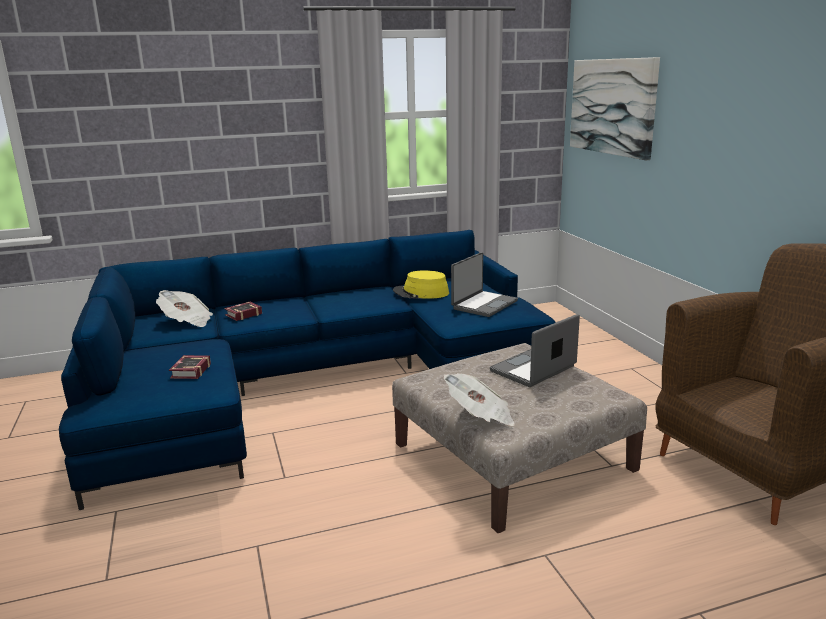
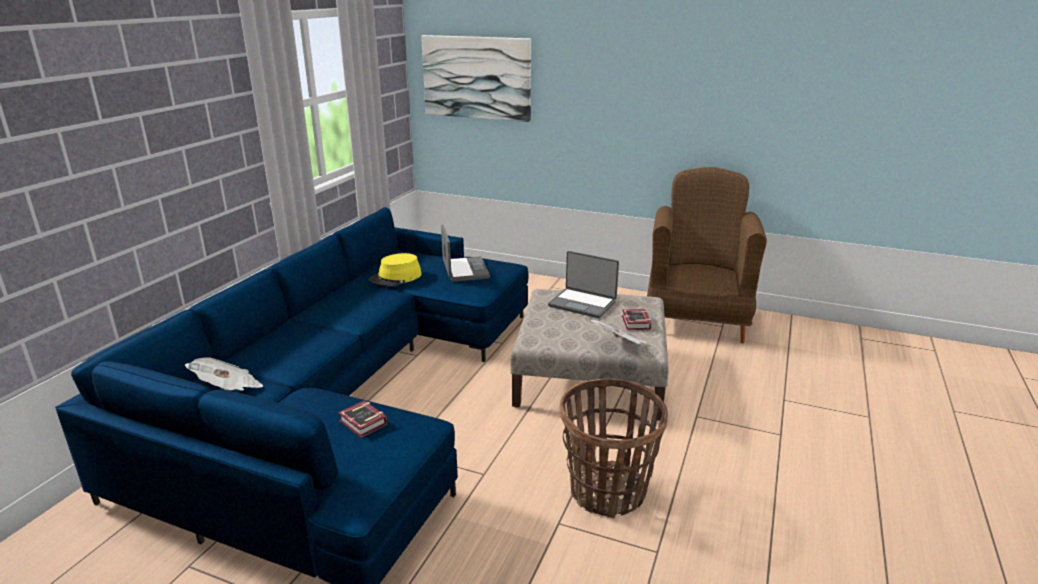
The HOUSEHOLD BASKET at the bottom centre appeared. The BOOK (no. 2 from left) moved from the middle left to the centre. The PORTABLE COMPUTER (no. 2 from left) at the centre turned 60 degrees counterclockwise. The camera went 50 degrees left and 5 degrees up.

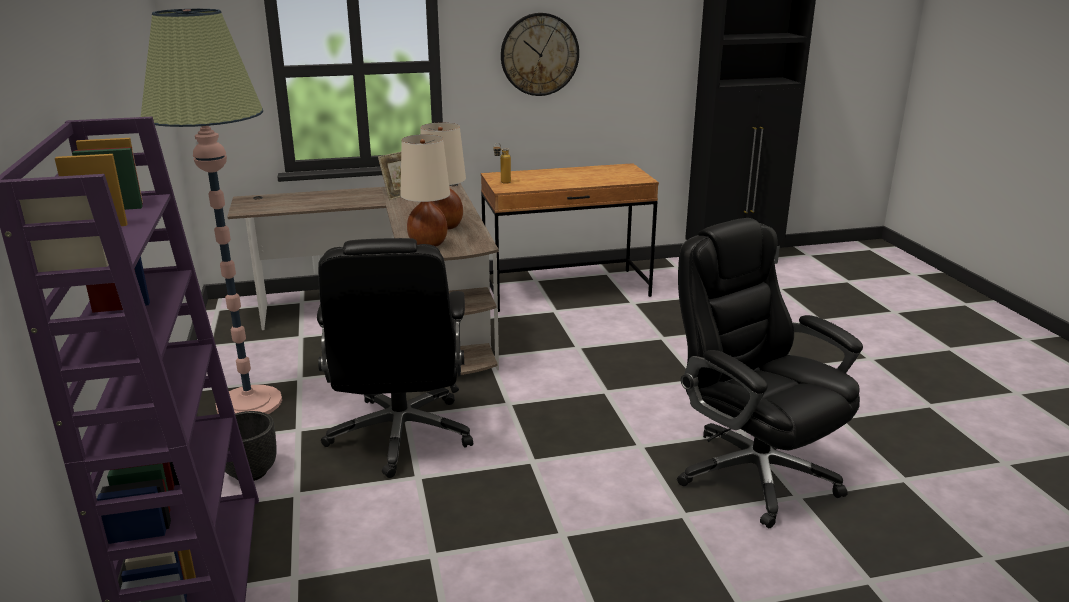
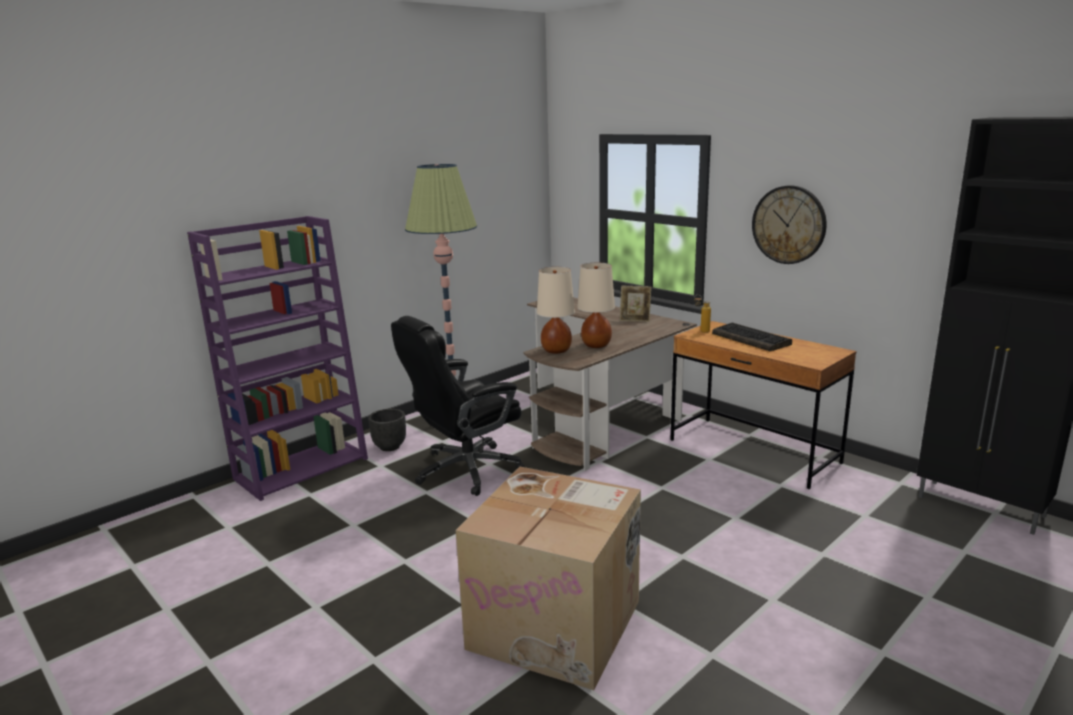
The KEYBOARD at the middle right appeared. The BLACK DESK CHAIR (no. 2 from left) at the middle right was replaced by the PACKING BOX at the bottom centre. The camera went 60 degrees right and 5 degrees down.

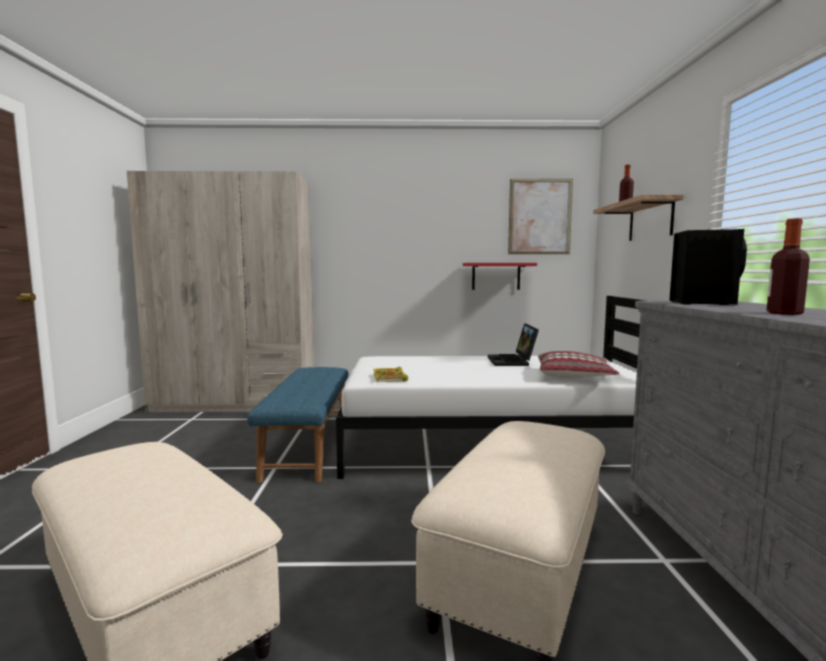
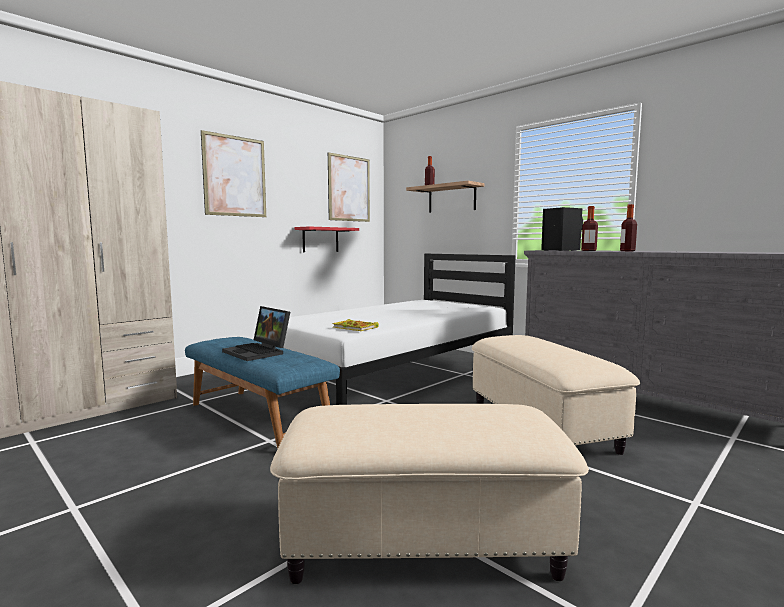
The THROW PILLOW at the middle right disappeared. The PICTURE (no. 1 from left) at the top left appeared. The BOTTLE (no. 2 from left) at the middle right appeared. The PORTABLE COMPUTER moved from the centre to the middle left. The camera went 45 degrees left and 0 degrees up.

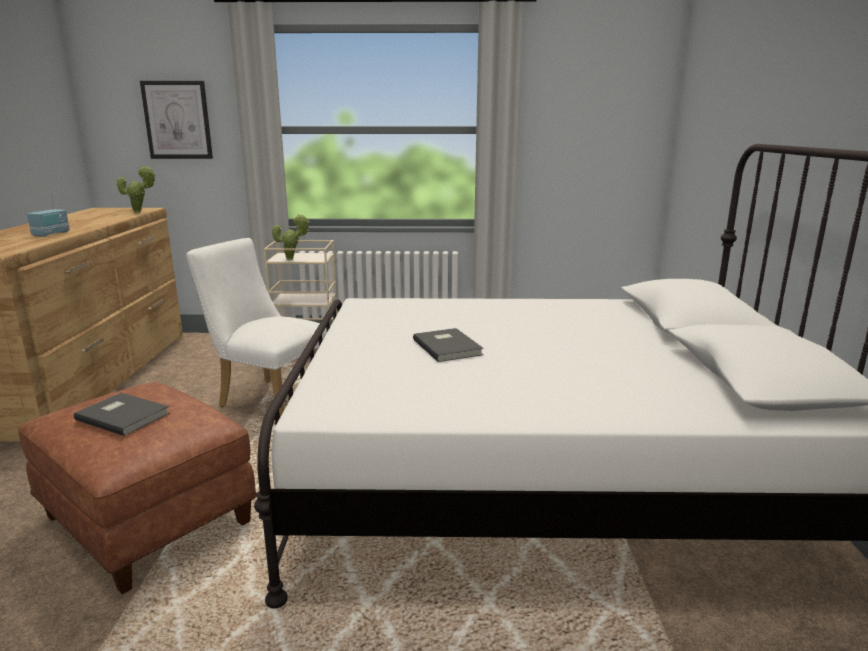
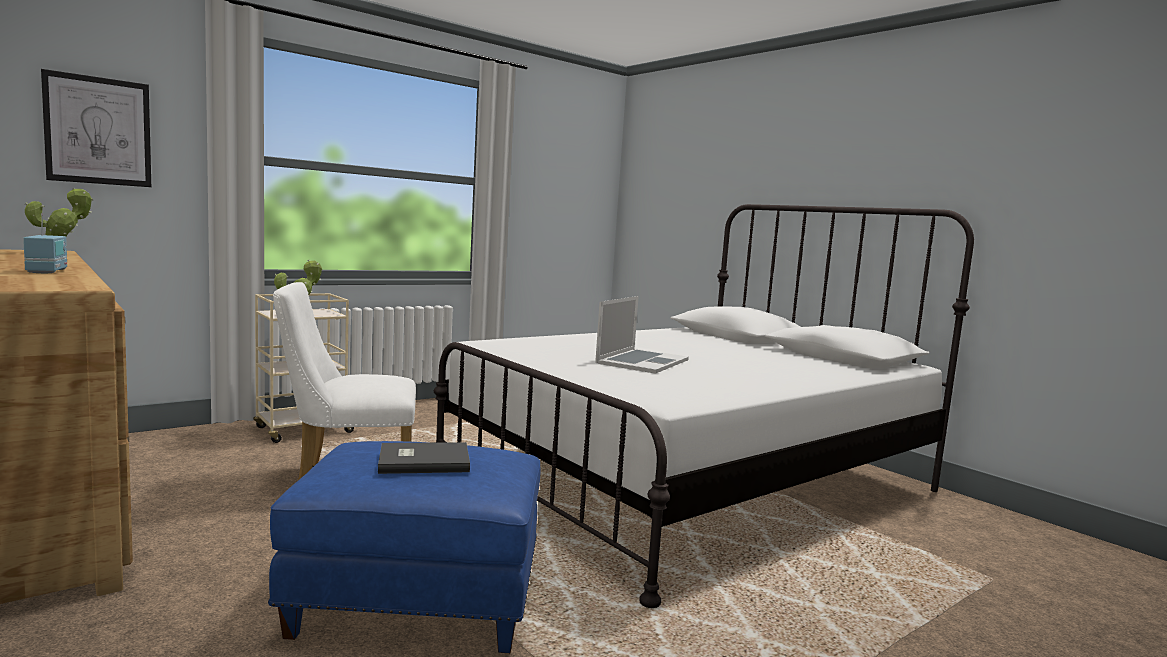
The GREY BOOK (no. 2 from left) at the centre was replaced by the PORTABLE COMPUTER at the centre. The BROWNISH POUFFE at the bottom left became the BLUE POUFFE at the bottom centre. The camera went 40 degrees left and 10 degrees down.

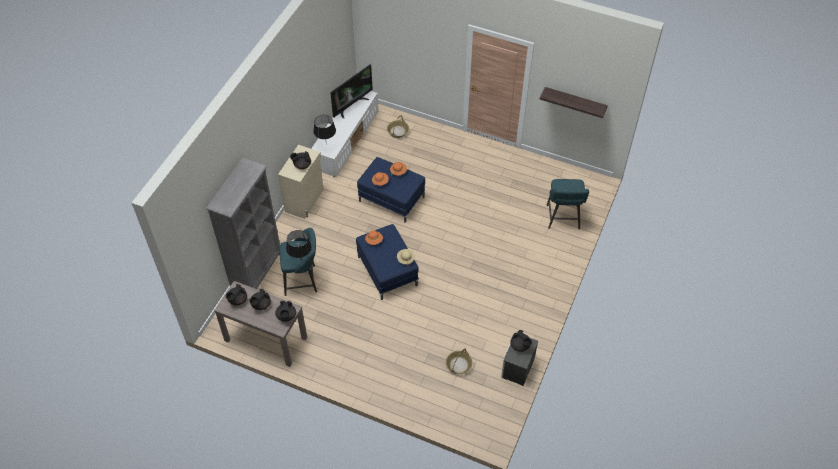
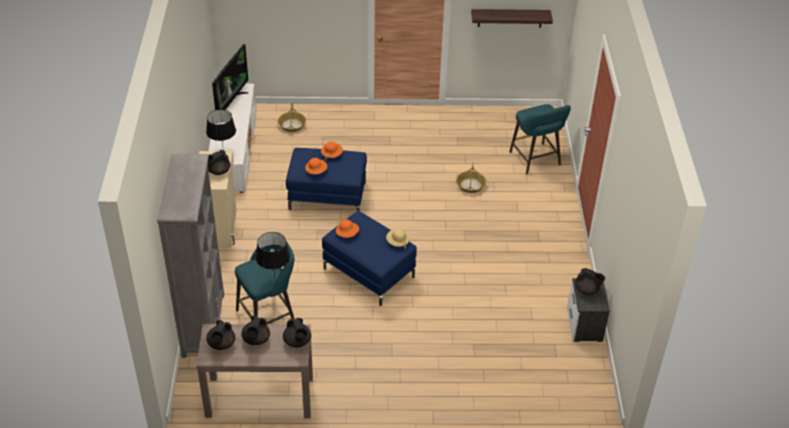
The HOUSEHOLD BASKET (no. 2 from left) moved from the bottom centre to the centre. The camera went 25 degrees left and 10 degrees down.

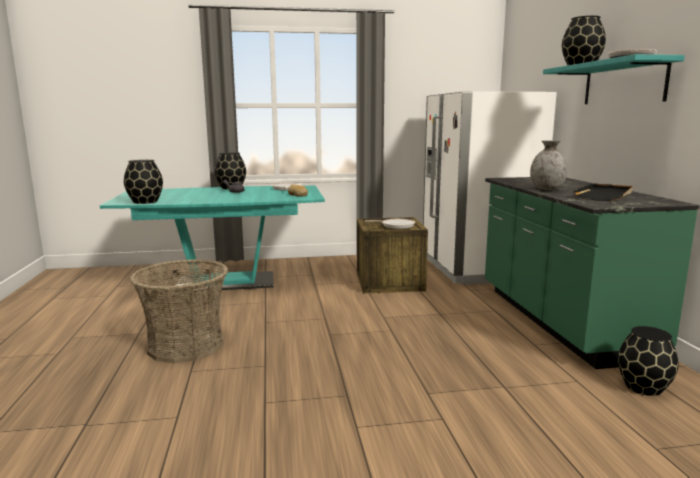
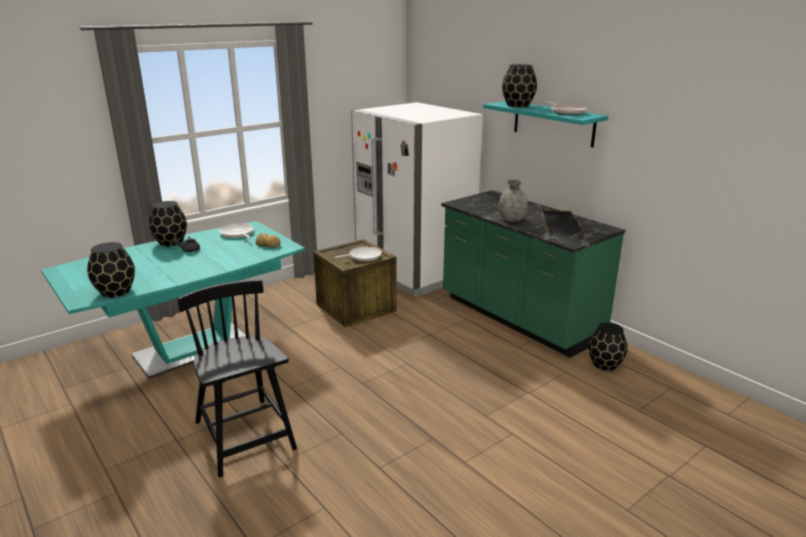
The HOUSEHOLD BASKET at the middle left was replaced by the BLACK PLAIN CHAIR at the bottom left. The camera went 30 degrees left and 10 degrees up.

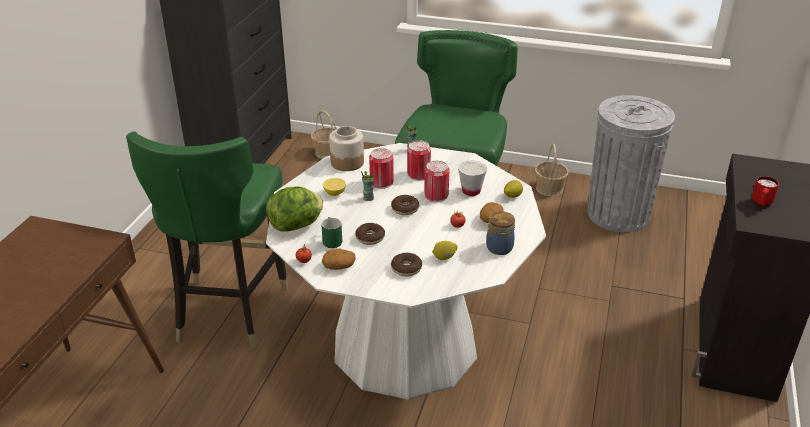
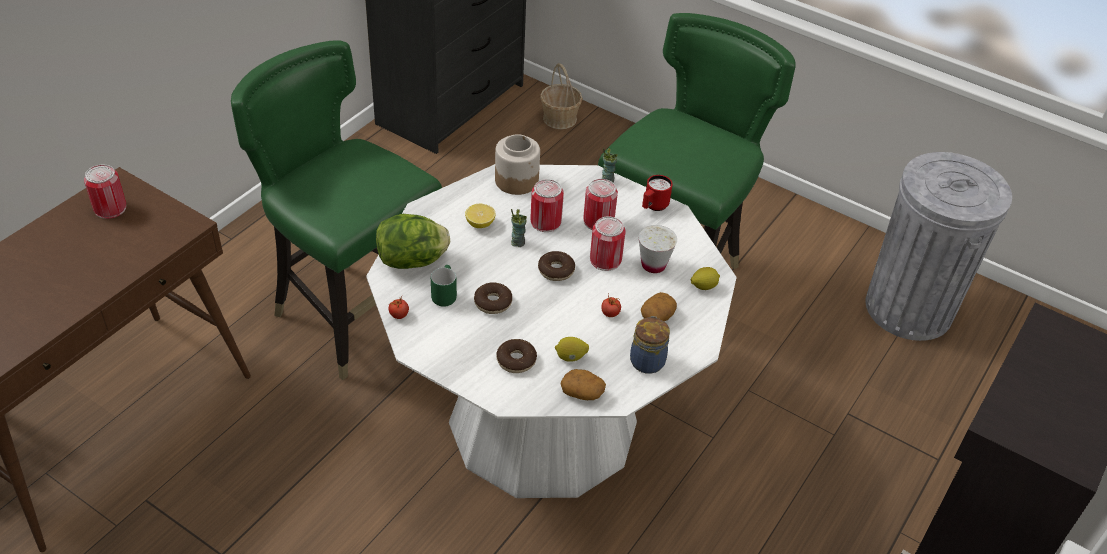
The HOUSEHOLD BASKET (no. 2 from left) at the middle right disappeared. The SEALED CAN (no. 1 from left) at the middle left appeared. The POTATO (no. 1 from left) moved from the centre to the bottom centre. The RED-COLOURED COFFEE MUG moved from the middle right to the centre. The GREEN-COLOURED PLAIN CHAIR (no. 1 from left) at the middle left turned 105 degrees clockwise. The camera went 15 degrees right and 10 degrees up.

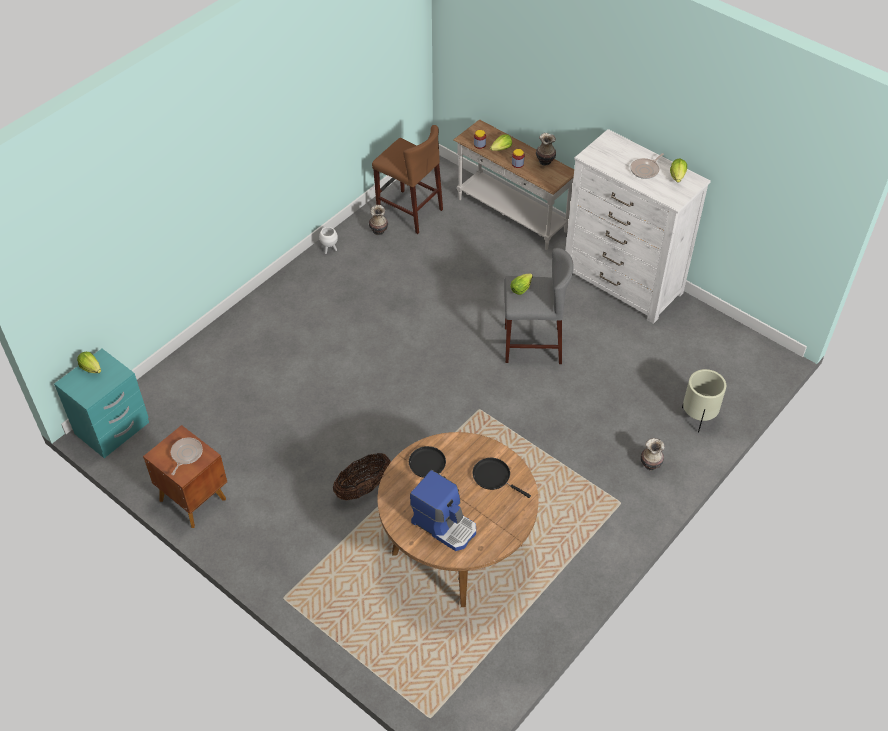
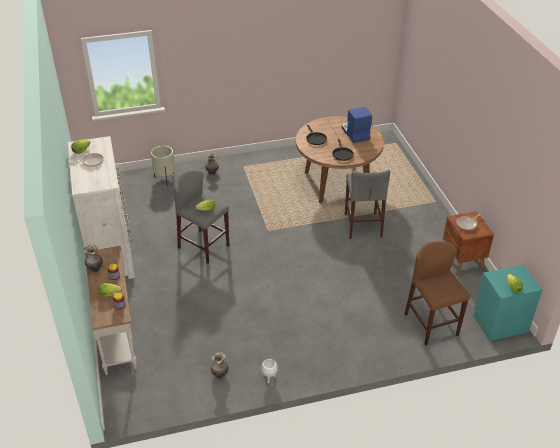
The BROWNISH STOOL moved from the top centre to the middle right. The HOUSEHOLD BASKET at the centre was replaced by the GREY STOOL (no. 2 from left) at the centre. The camera went 145 degrees left and 10 degrees down.

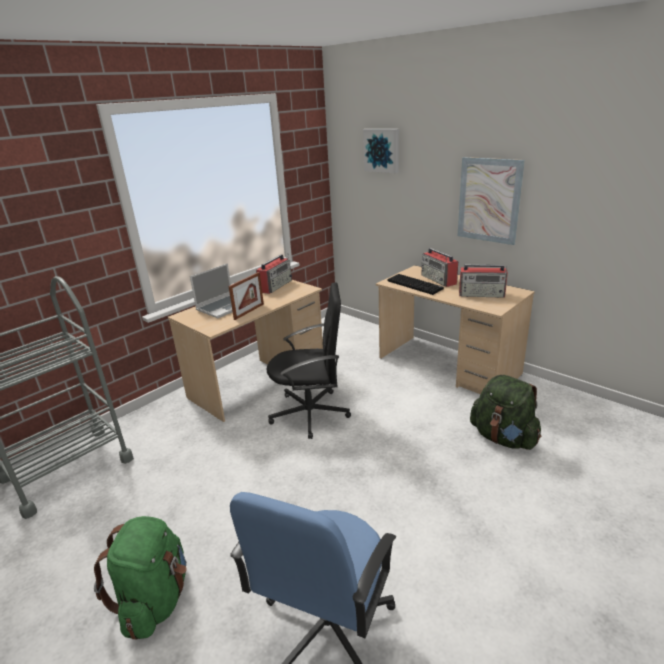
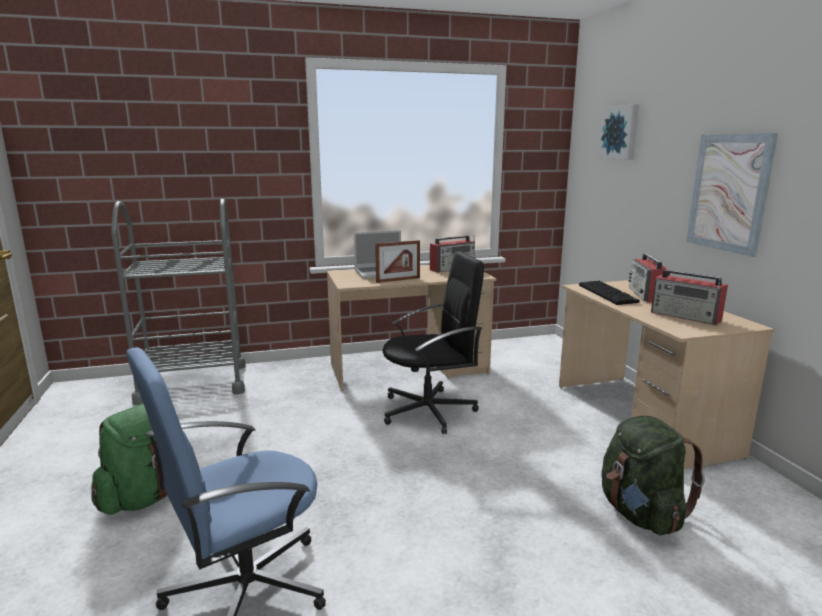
The BLACK DESK CHAIR at the centre turned 45 degrees counterclockwise. The camera went 30 degrees right and 10 degrees down.

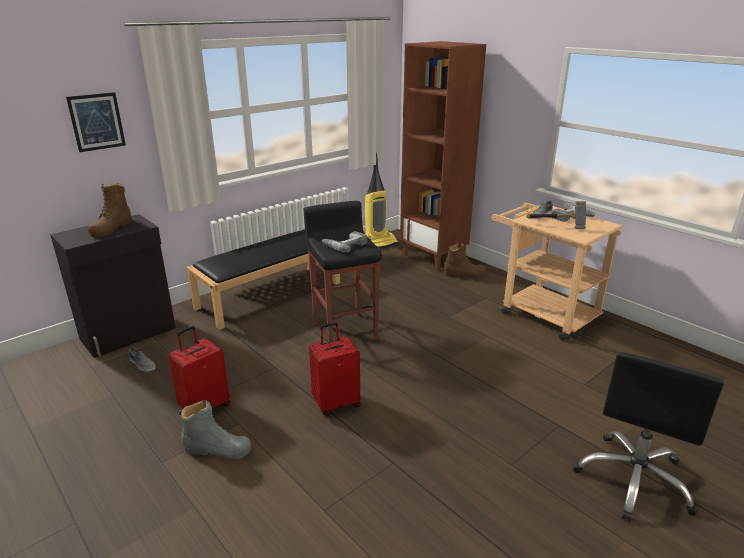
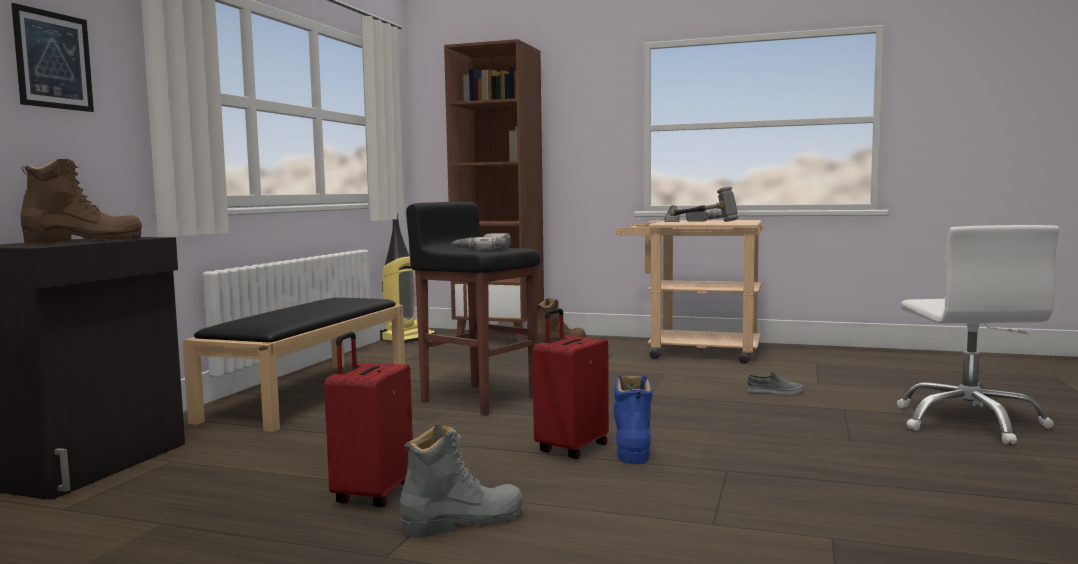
The BLUE BOOT at the bottom centre appeared. The GREY ITEM OF FOOTWEAR (no. 1 from left in the first image) moved from the middle left to the bottom right. The BLACK DESK CHAIR at the bottom right became the WHITISH DESK CHAIR at the middle right. The BROWNISH BOOT (no. 1 from left) at the middle left turned 105 degrees counterclockwise. The camera went 30 degrees left and 20 degrees down.

